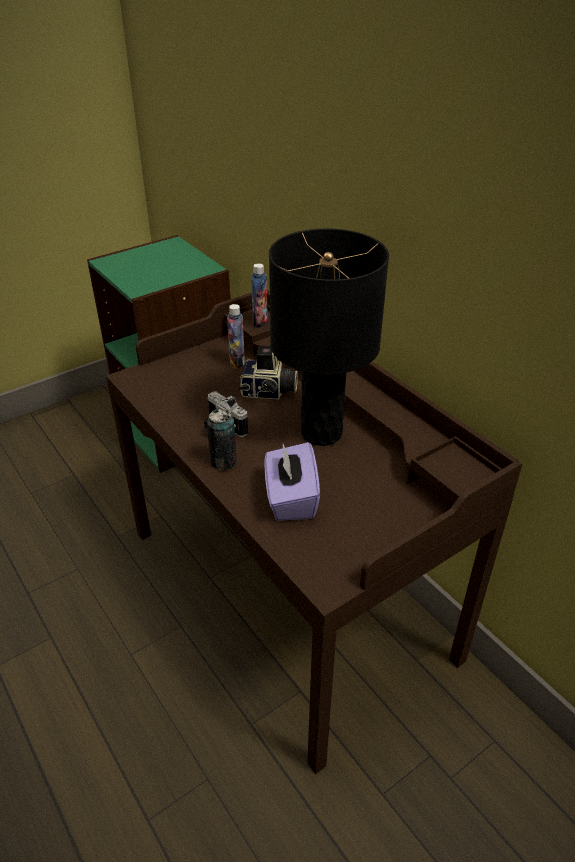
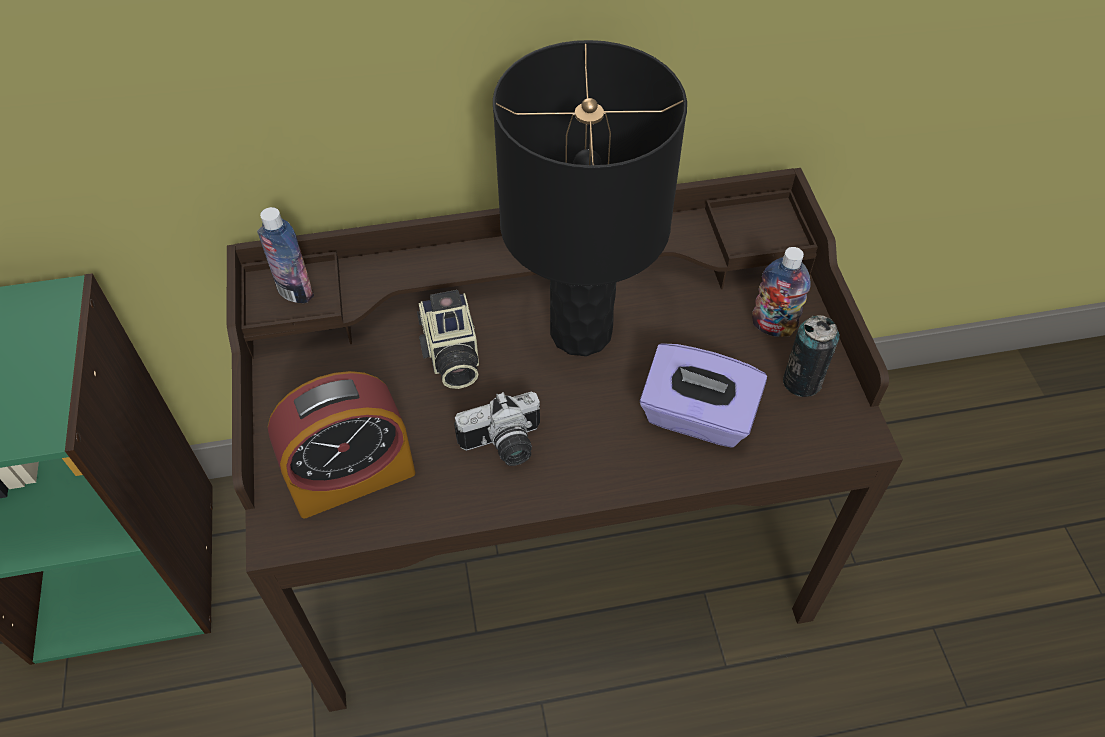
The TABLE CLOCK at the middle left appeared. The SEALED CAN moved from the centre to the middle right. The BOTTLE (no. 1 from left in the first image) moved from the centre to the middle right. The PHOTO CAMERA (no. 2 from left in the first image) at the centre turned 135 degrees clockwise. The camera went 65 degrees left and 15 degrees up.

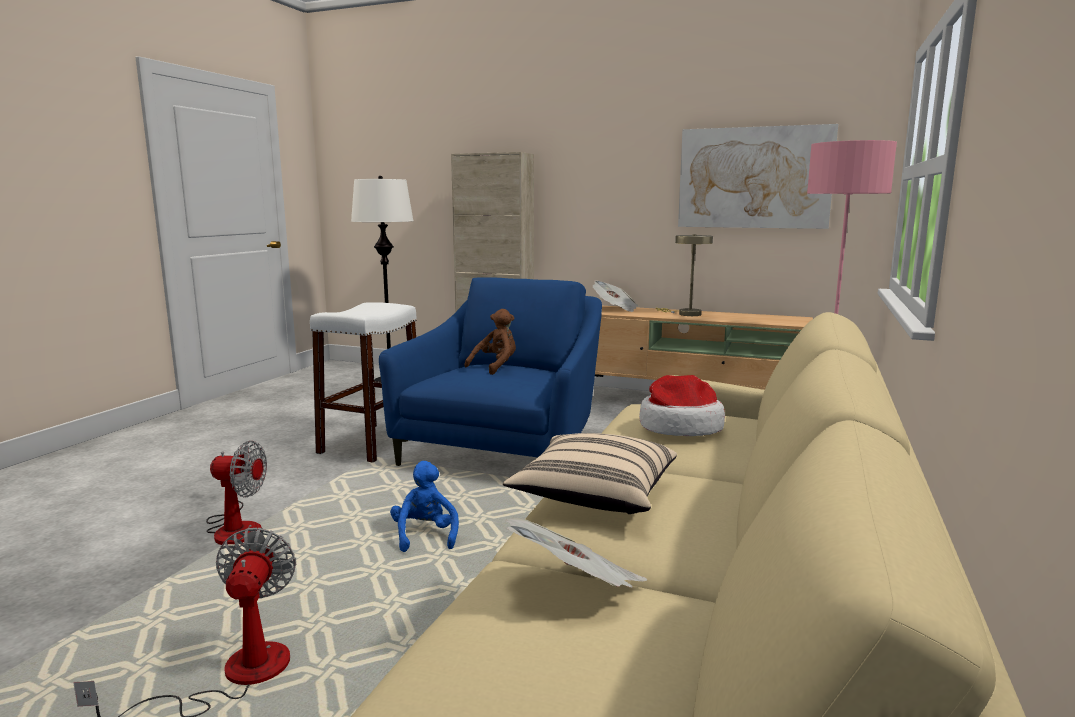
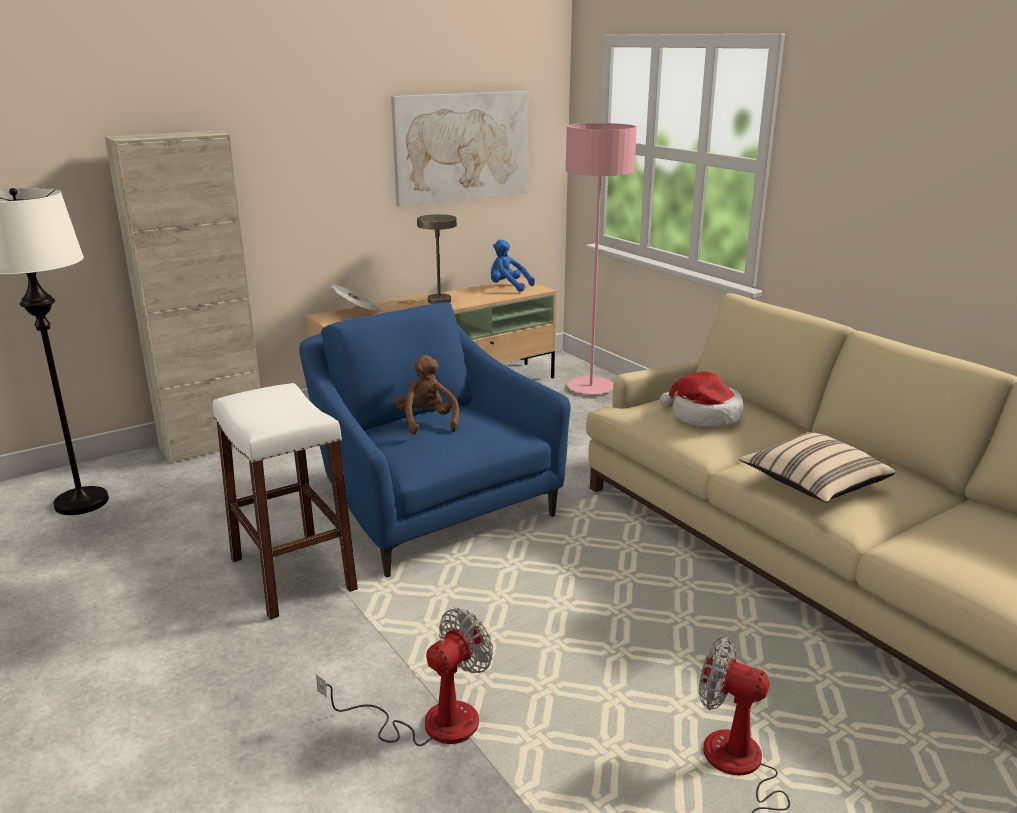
The NEWSPAPER (no. 1 from left) at the bottom centre disappeared. The BLUE PLUSH TOY moved from the bottom centre to the top centre. The camera went 55 degrees left and 10 degrees up.

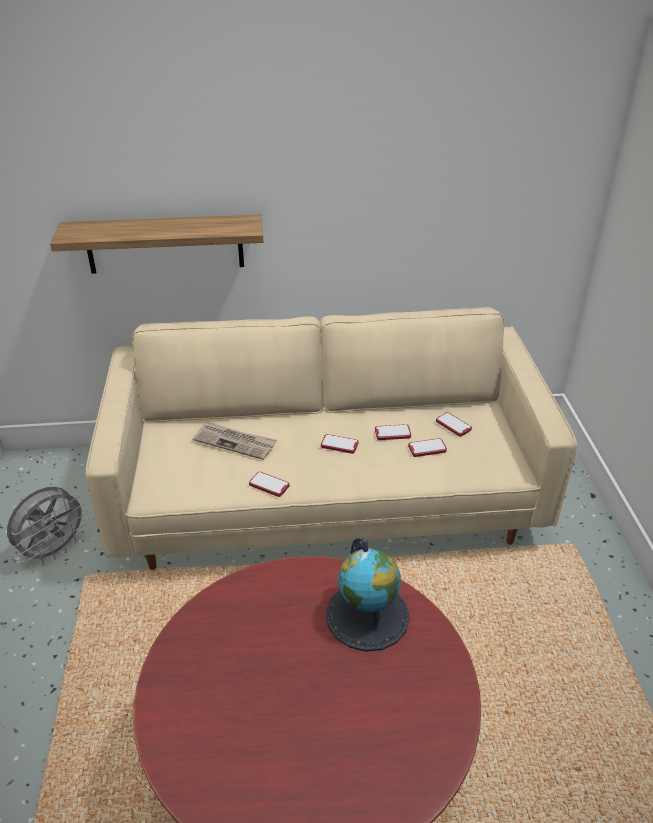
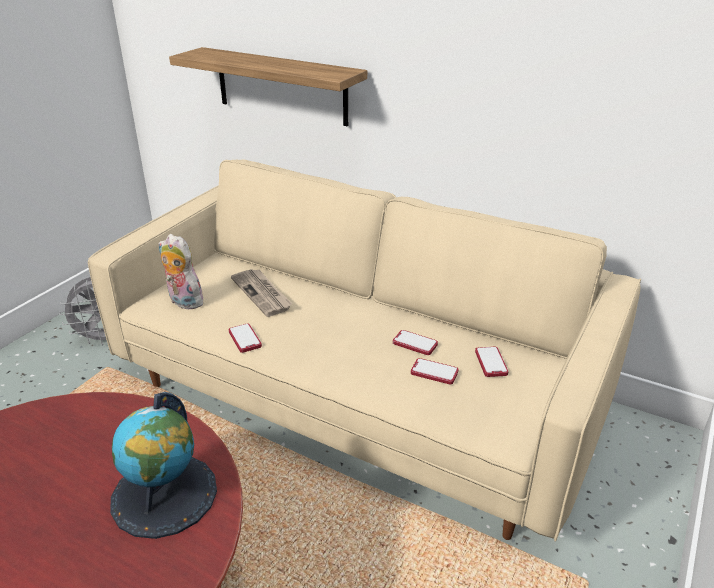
The HANDSET (no. 2 from left) at the centre disappeared. The PLUSH TOY at the middle left appeared. The camera went 35 degrees right and 5 degrees down.

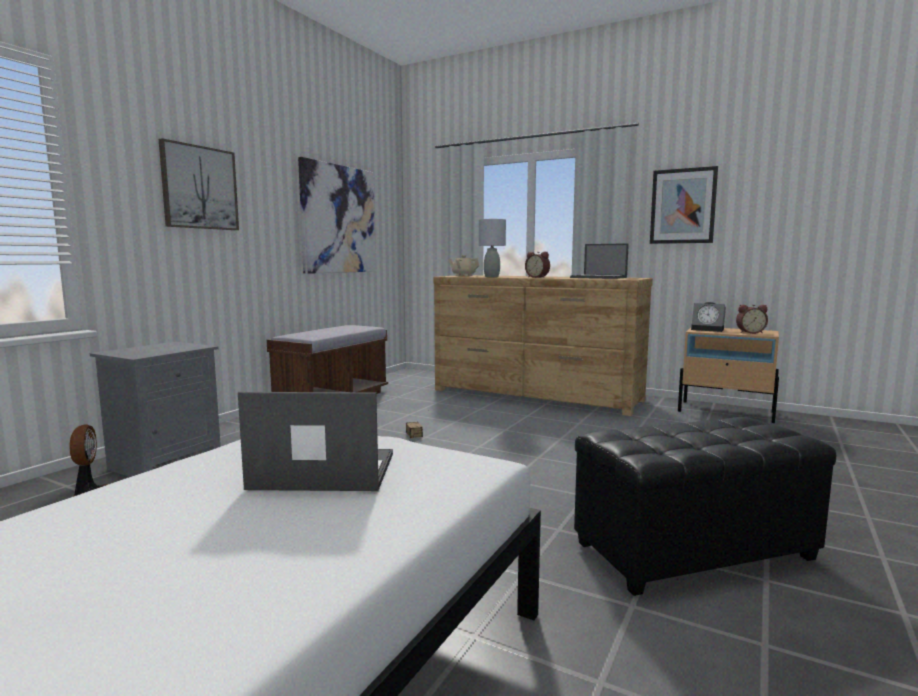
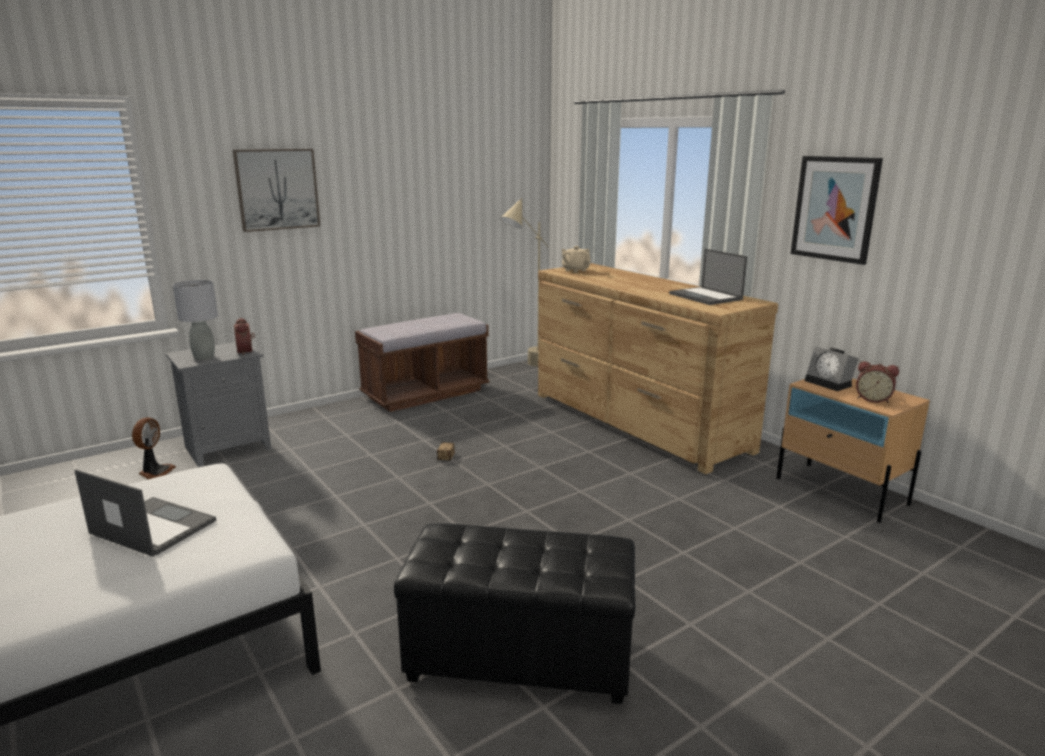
The PICTURE (no. 2 from left) at the top centre disappeared. The BEIGE-COLOURED STANDARD LAMP at the centre appeared. The GREY TABLE LAMP moved from the centre to the middle left. The TABLE CLOCK (no. 1 from left) moved from the centre to the middle left. The camera went 25 degrees right and 10 degrees up.

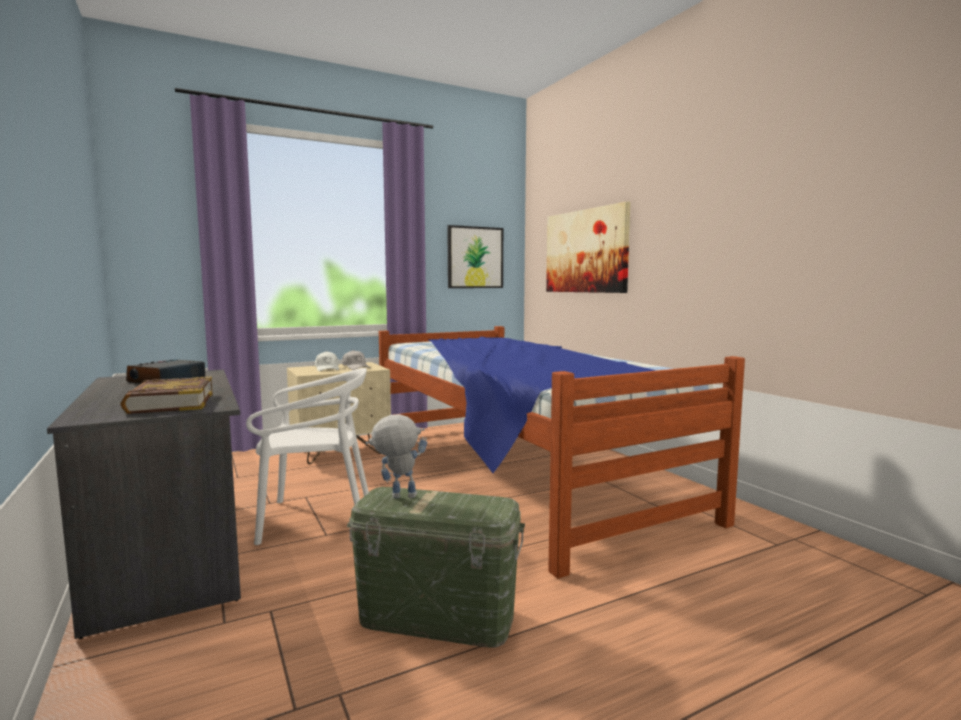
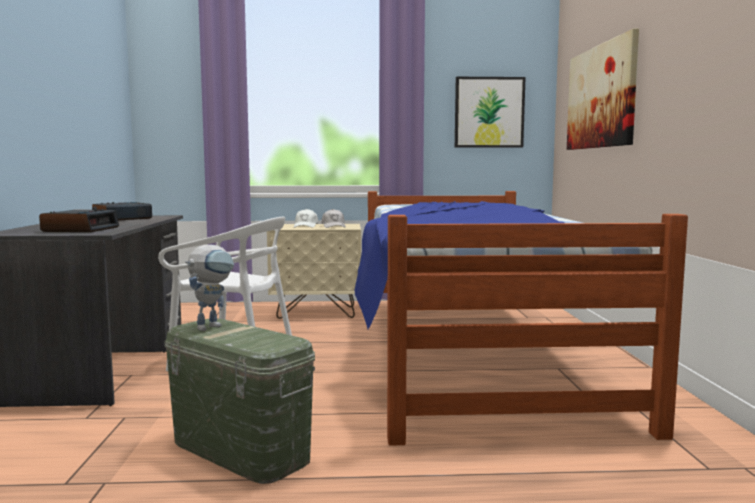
The BOOK at the middle left was replaced by the TABLE CLOCK (no. 1 from left) at the middle left. The MODEL ROBOT at the centre turned 105 degrees clockwise. The camera went 25 degrees right and 0 degrees up.

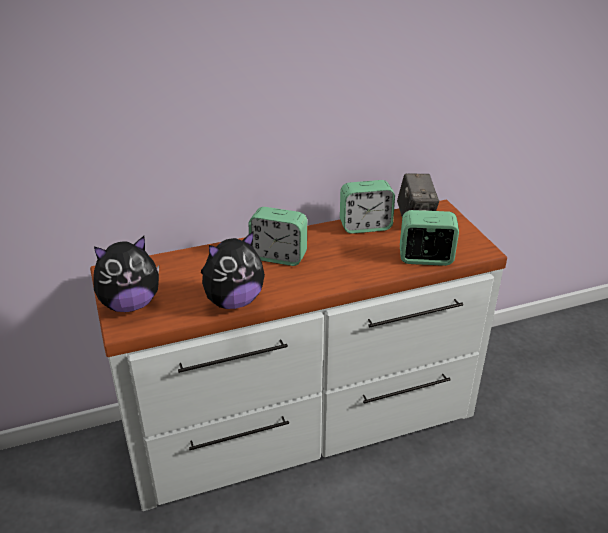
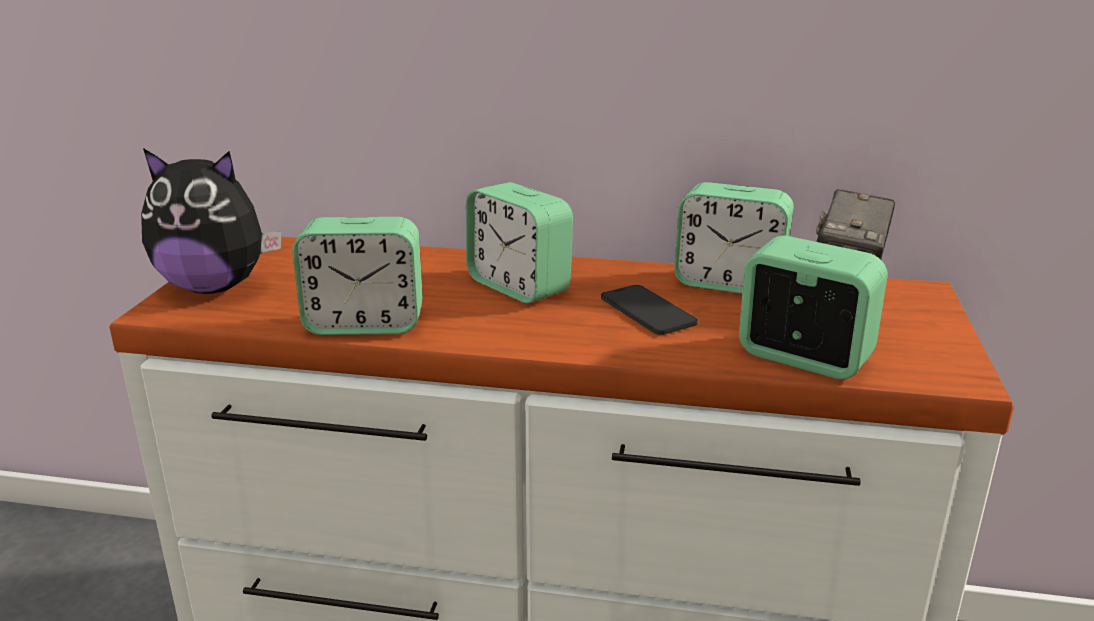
The HANDSET at the centre appeared. The PLUSH TOY (no. 2 from left) at the centre was replaced by the TABLE CLOCK (no. 1 from left) at the middle left. The camera went 30 degrees right and 10 degrees down.

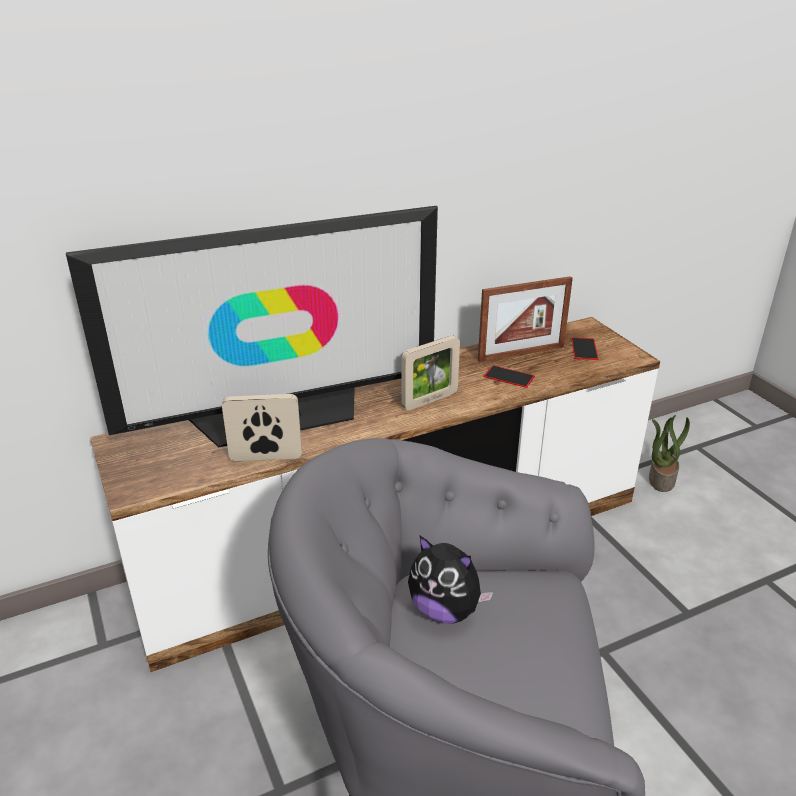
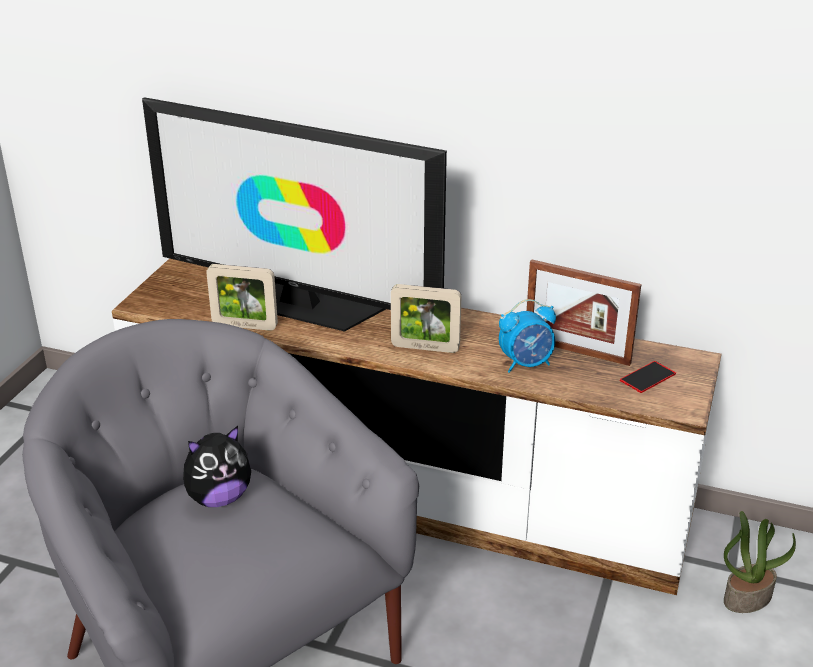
The HANDSET (no. 1 from left) at the centre was replaced by the TABLE CLOCK at the centre. The PICTURE FRAME (no. 1 from left) at the middle left turned 150 degrees clockwise. The PLUSH TOY at the bottom centre turned 105 degrees counterclockwise. The camera went 45 degrees right and 0 degrees up.

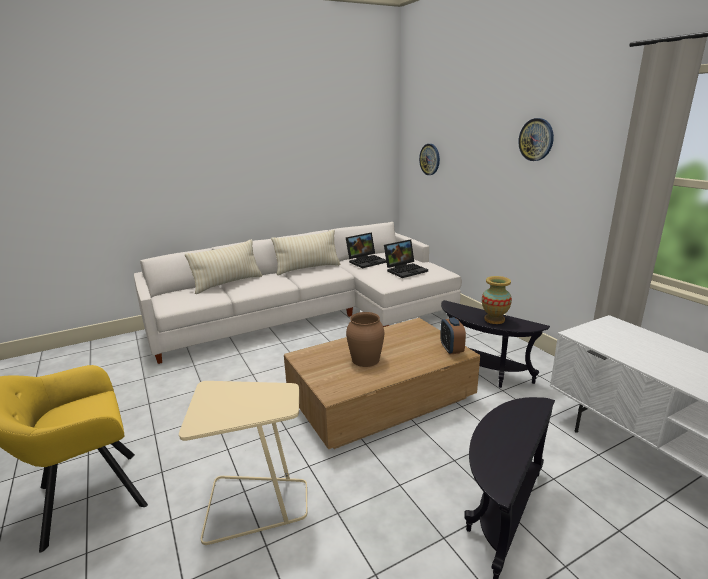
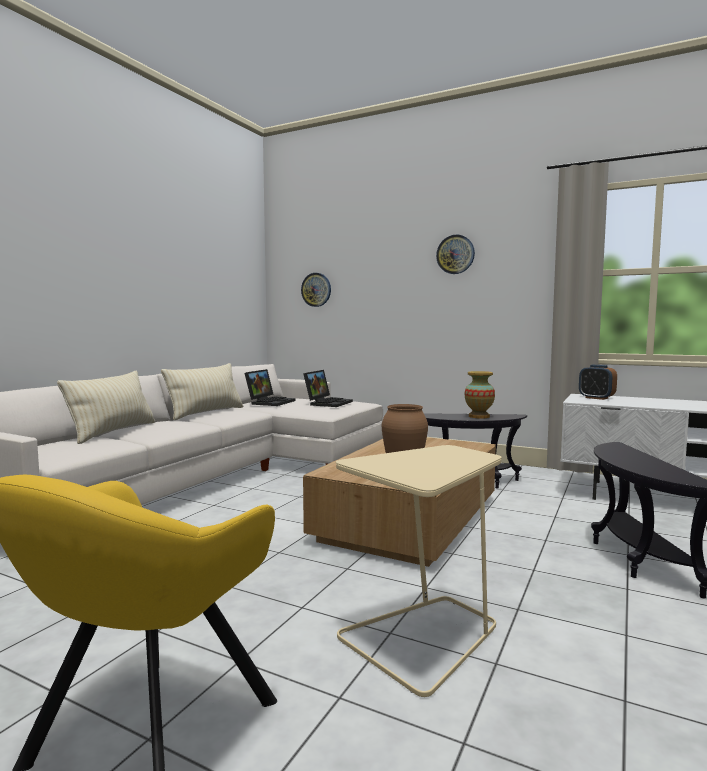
The TABLE CLOCK moved from the centre to the middle right. The camera went 35 degrees left and 15 degrees down.

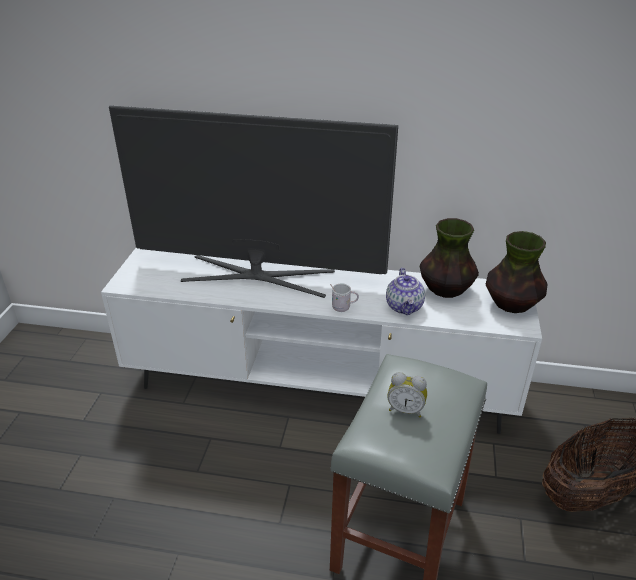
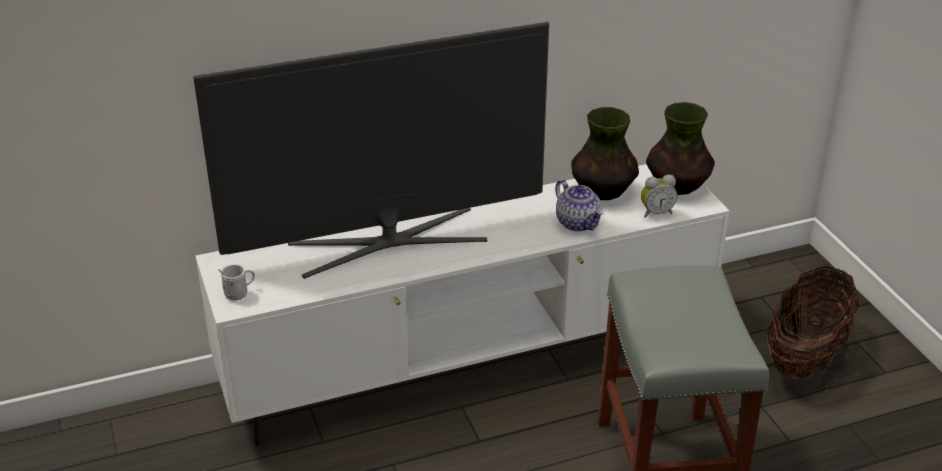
The WHITISH COFFEE MUG moved from the centre to the middle left. The TABLE CLOCK moved from the bottom centre to the middle right. The camera went 30 degrees left and 0 degrees up.

